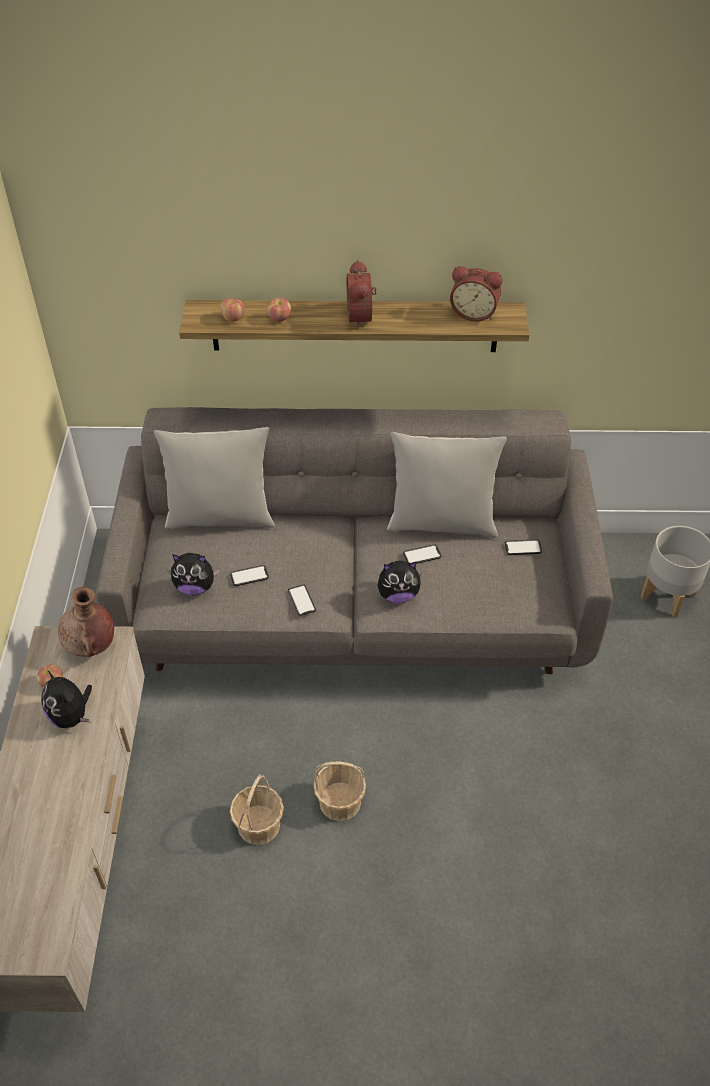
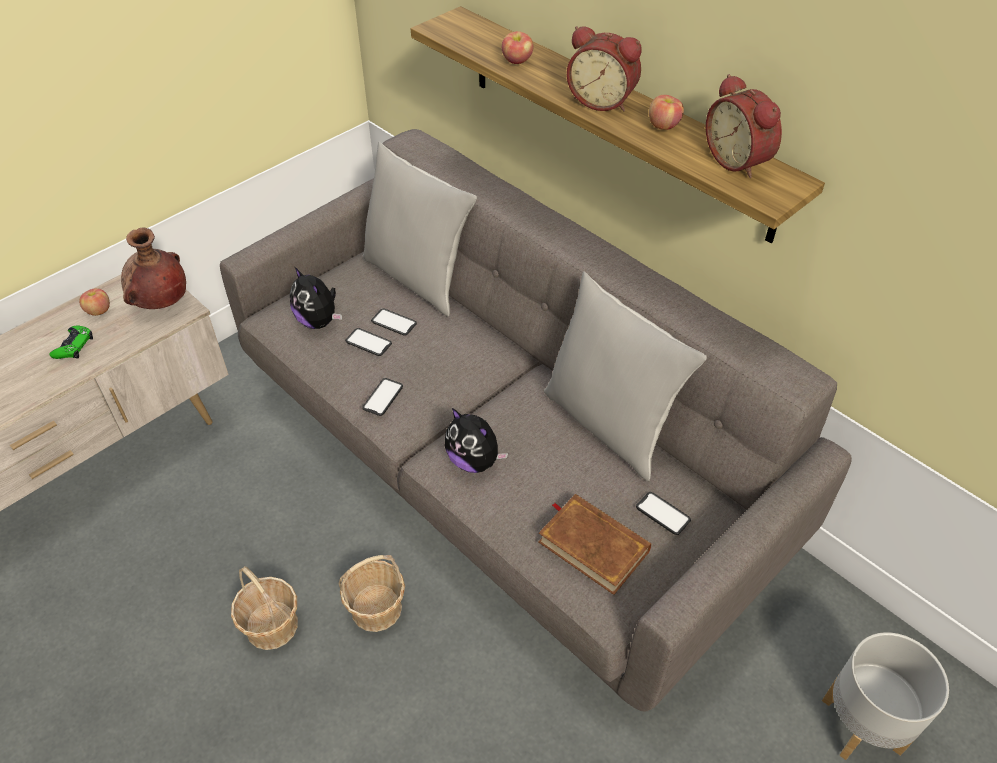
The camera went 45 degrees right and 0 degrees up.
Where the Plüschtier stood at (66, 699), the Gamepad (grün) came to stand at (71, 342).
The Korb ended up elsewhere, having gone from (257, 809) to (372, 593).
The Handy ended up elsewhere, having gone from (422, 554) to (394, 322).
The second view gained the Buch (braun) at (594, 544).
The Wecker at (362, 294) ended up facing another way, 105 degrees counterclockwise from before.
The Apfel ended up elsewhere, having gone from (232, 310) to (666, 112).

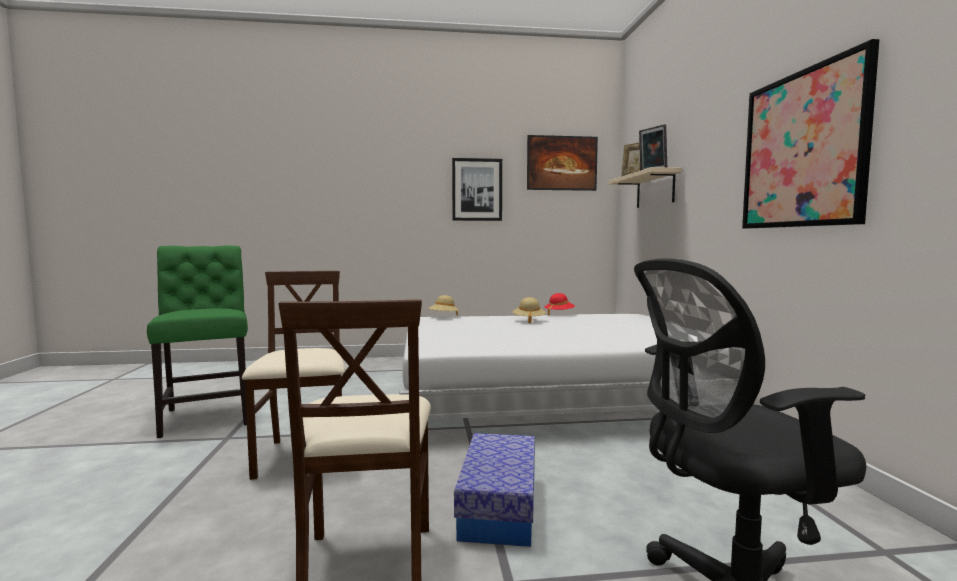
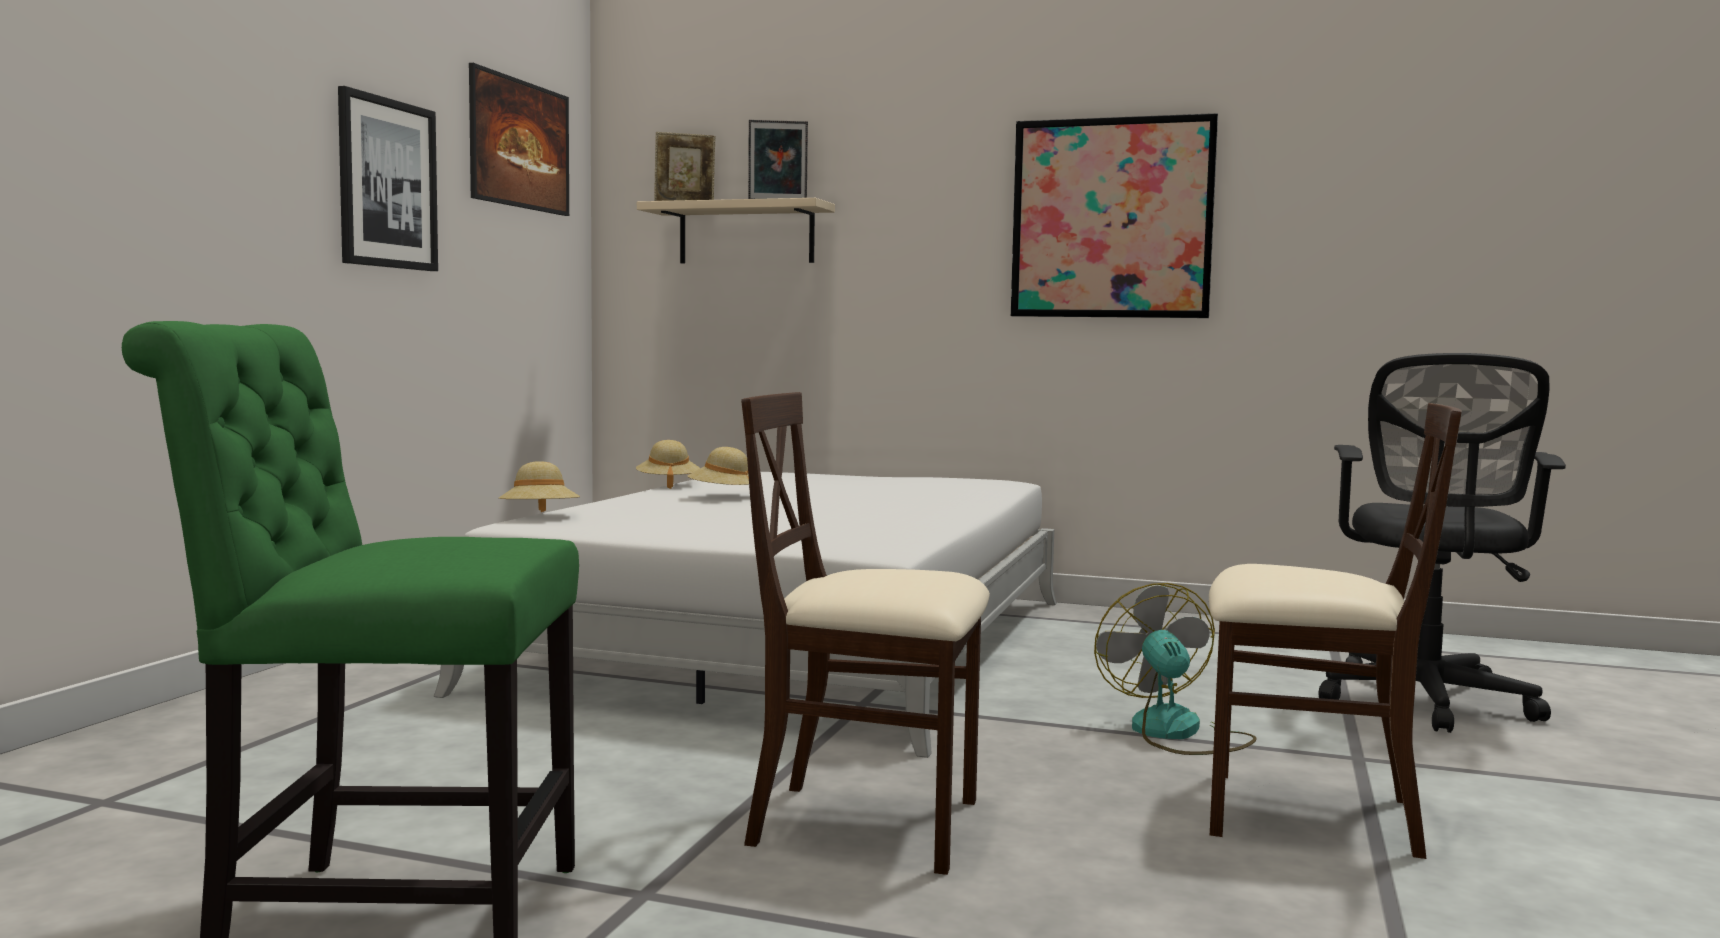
The camera went 65 degrees left and 0 degrees up.
What was the Hut (rot) at (559, 304) turned into the Hut (beige) at (668, 464).
Where the Aufbewahrungsbox stood at (494, 490), the Ventilator came to stand at (1175, 669).

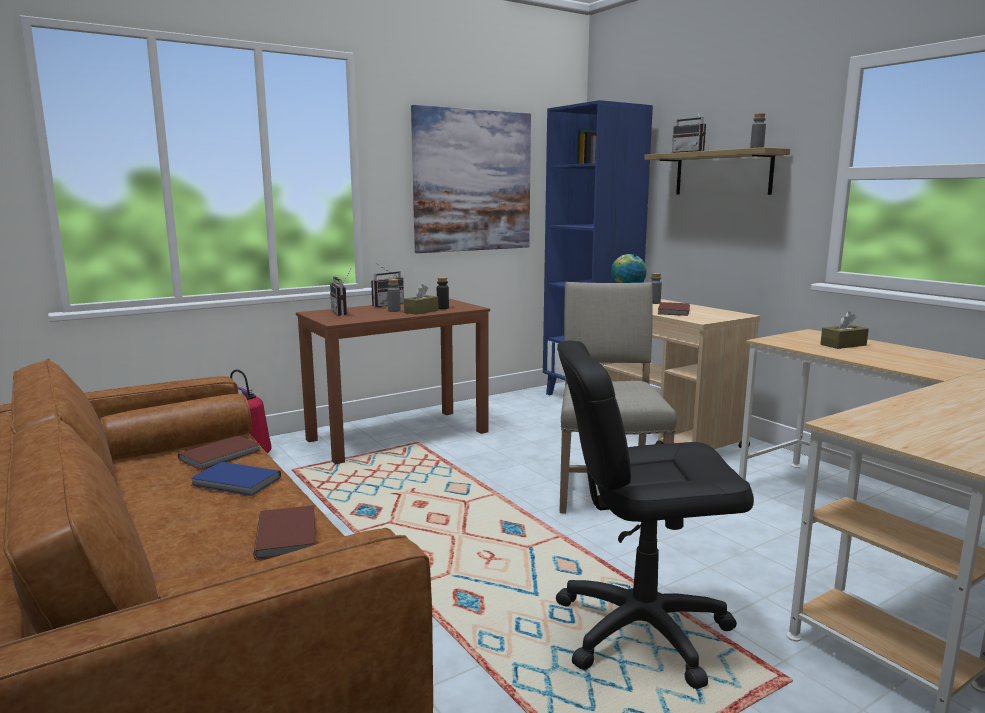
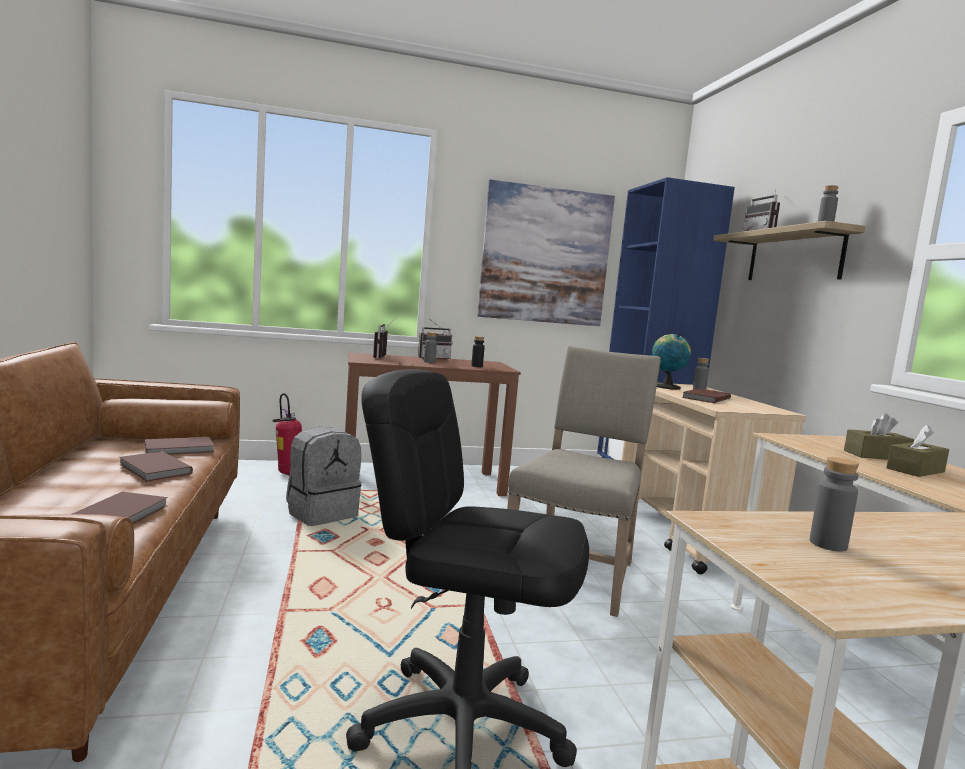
The camera went 20 degrees right and 5 degrees down.
What was the Buch (blau) at (236, 479) turned into the Buch (braun) at (156, 466).
The second view gained the Rucksack (grau) at (324, 476).
The second view gained the Flasche (grau) at (834, 504).
The Taschentuchbox (braun) ended up elsewhere, having gone from (421, 299) to (917, 450).

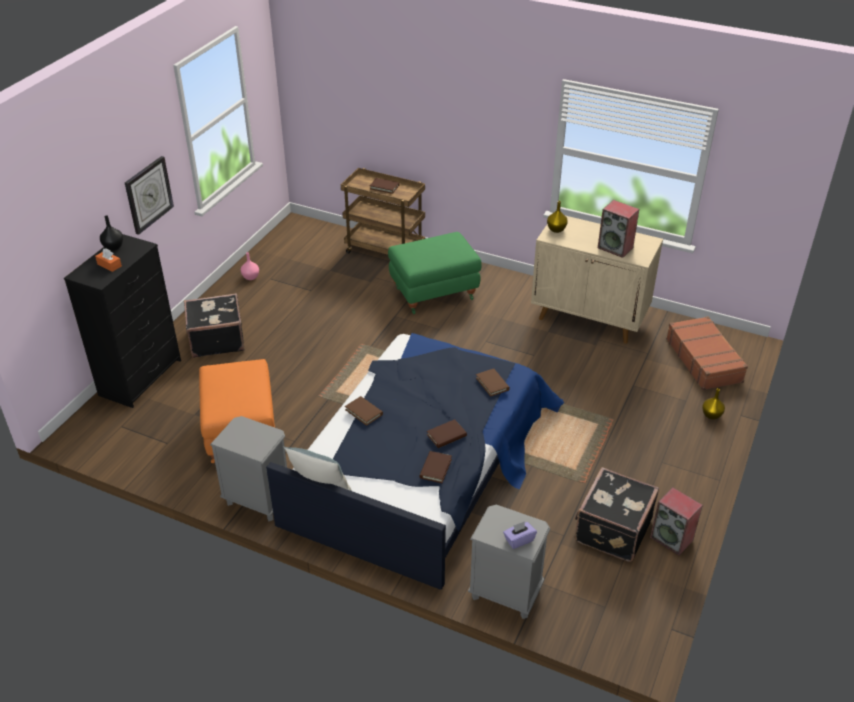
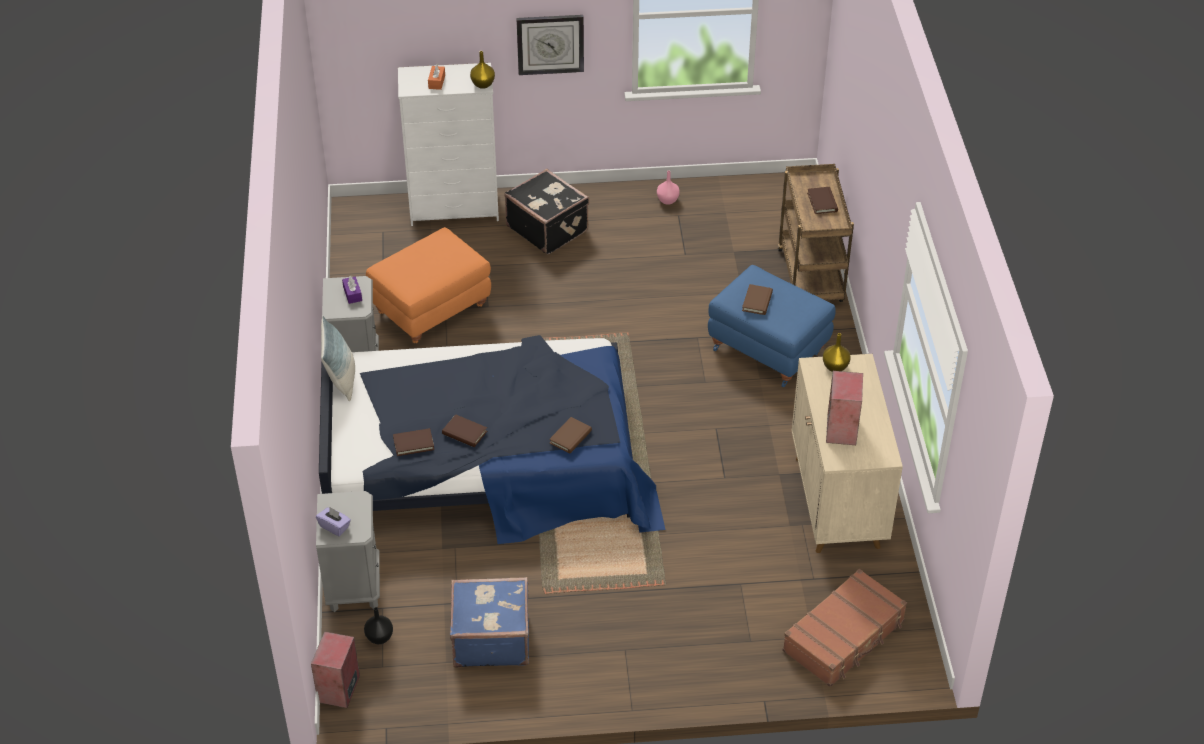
The camera went 60 degrees right and 5 degrees up.
The Lautsprecher ended up elsewhere, having gone from (676, 521) to (335, 669).
The second view gained the Taschentuchbox (lila) at (352, 290).
The Vase (schwarz) ended up elsewhere, having gone from (111, 233) to (378, 625).
What was the Kommode (schwarz) at (122, 321) turned into the Kommode (weiß) at (448, 144).
What was the Koffer (schwarz) at (617, 514) turned into the Koffer (blau) at (489, 622).
The Vase (gelb) ended up elsewhere, having gone from (713, 404) to (482, 70).
What was the Polsterhocker (grün) at (435, 273) turned into the Polsterhocker (blau) at (772, 326).
The Buch (braun) ended up elsewhere, having gone from (364, 411) to (757, 299).

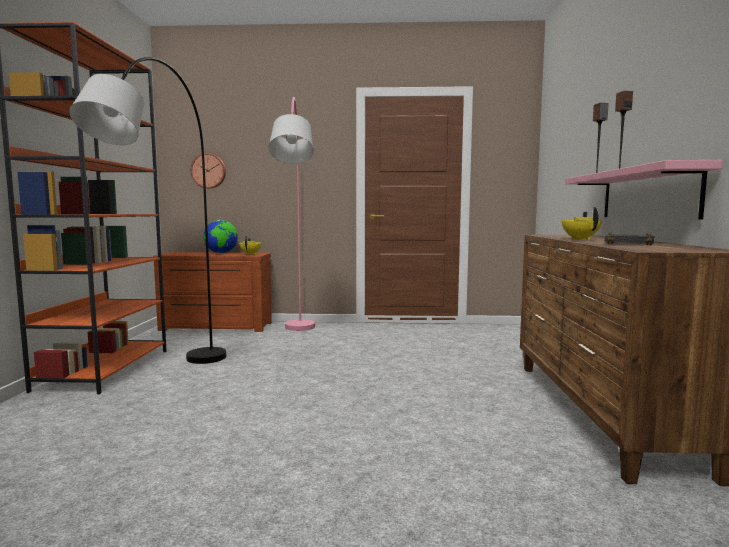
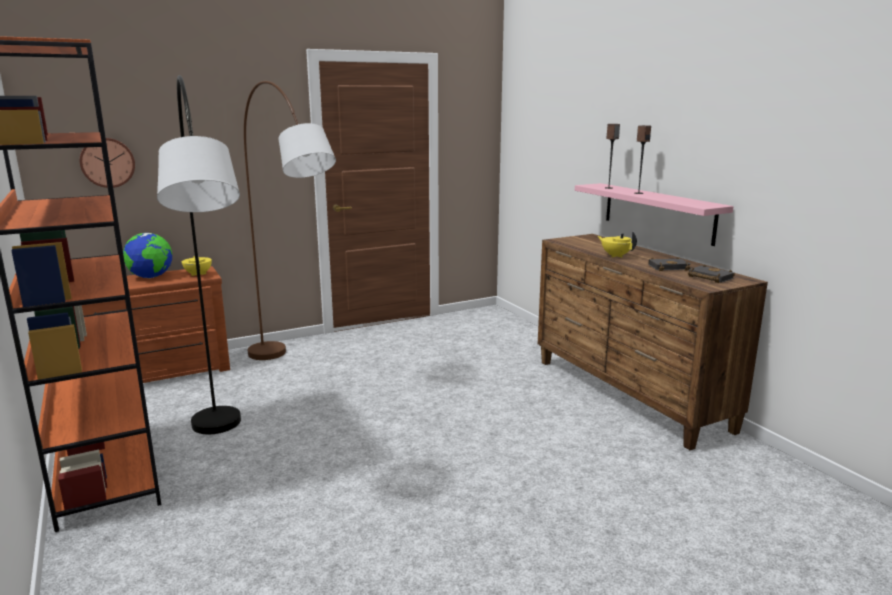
The camera went 30 degrees left and 10 degrees up.
What was the Stehlampe (rosa) at (291, 214) turned into the Stehlampe (braun) at (290, 220).
The second view gained the Buch (schwarz) at (711, 273).

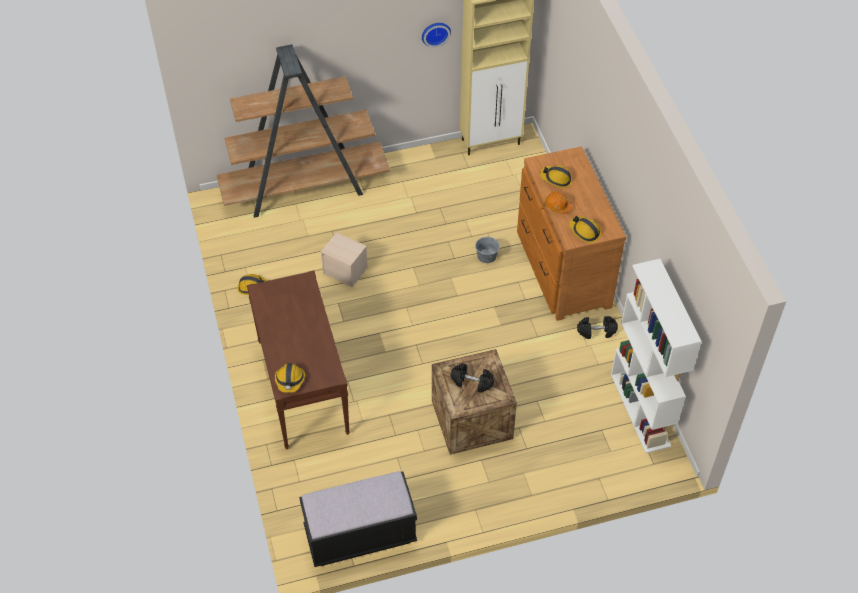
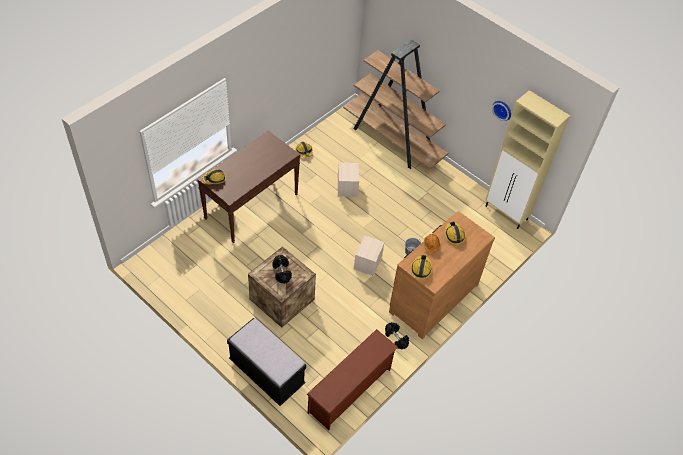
The camera went 55 degrees right and 0 degrees up.
The Bank (schwarz) ended up elsewhere, having gone from (358, 519) to (266, 362).
Where the Bücherregal (weiß) stood at (656, 356), the Schuhregal (braun) came to stand at (352, 379).
The second view gained the Aufbewahrungsbox (beige) at (369, 255).

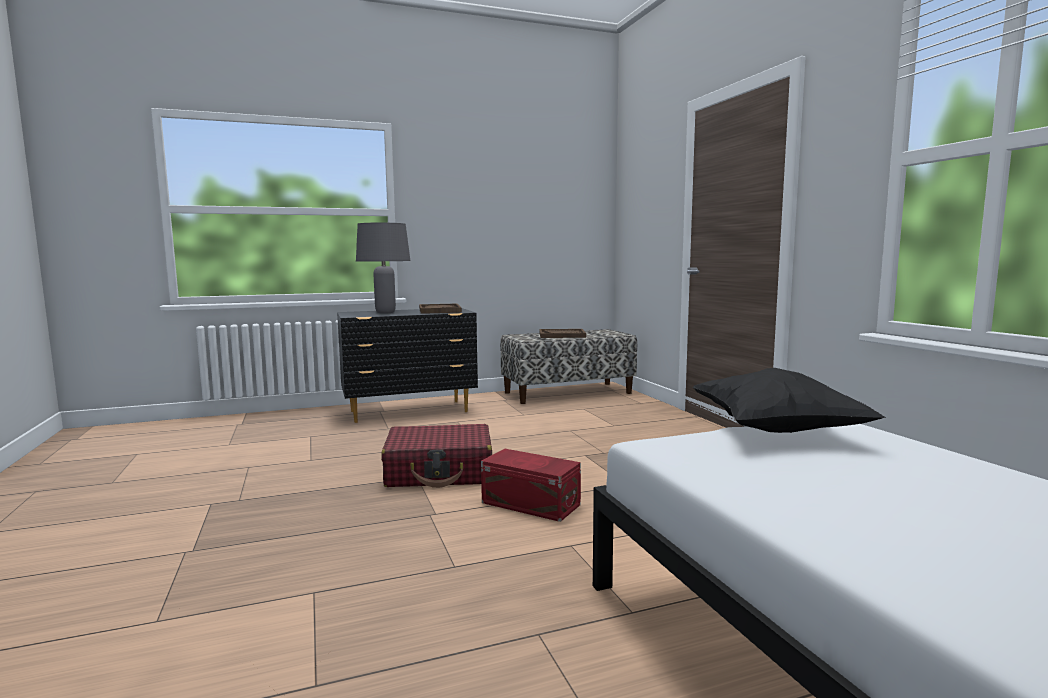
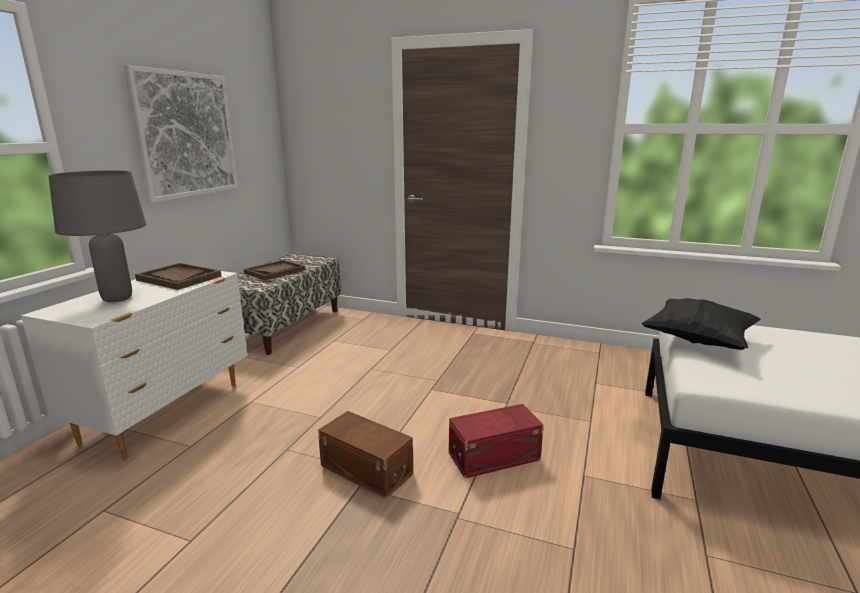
The camera went 50 degrees left and 10 degrees up.
What was the Kommode (schwarz) at (407, 365) turned into the Kommode (weiß) at (134, 365).
The second view gained the Bild at (180, 134).
Where the Koffer (rot) stood at (436, 456), the Aufbewahrungsbox (braun) came to stand at (365, 455).

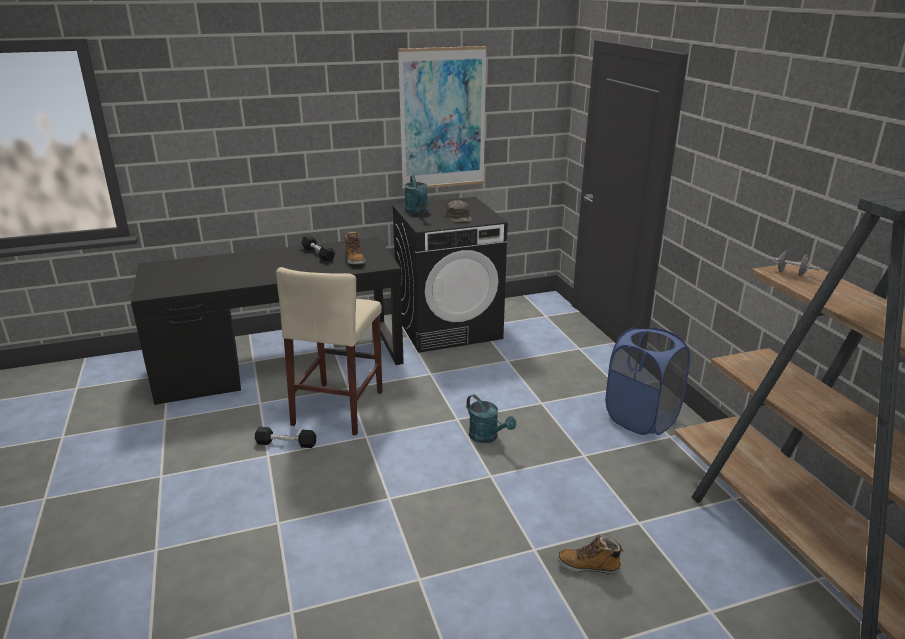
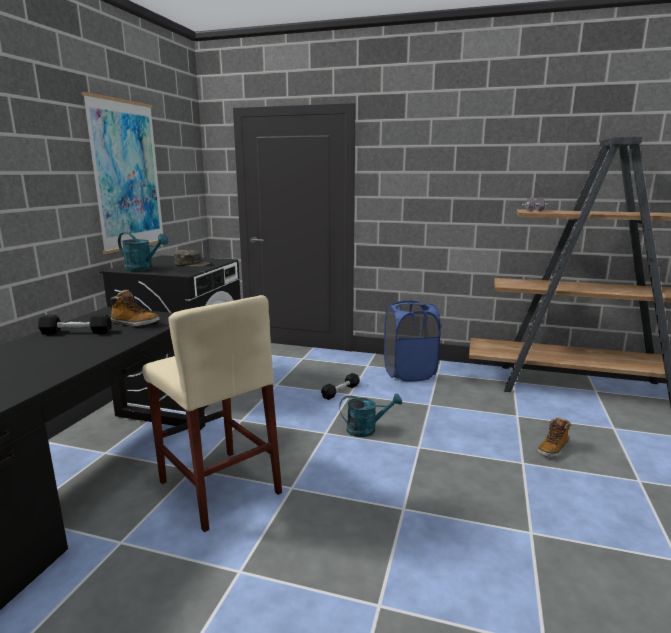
The camera went 55 degrees left and 10 degrees down.
The Hantel (schwarz) ended up elsewhere, having gone from (285, 437) to (340, 386).

